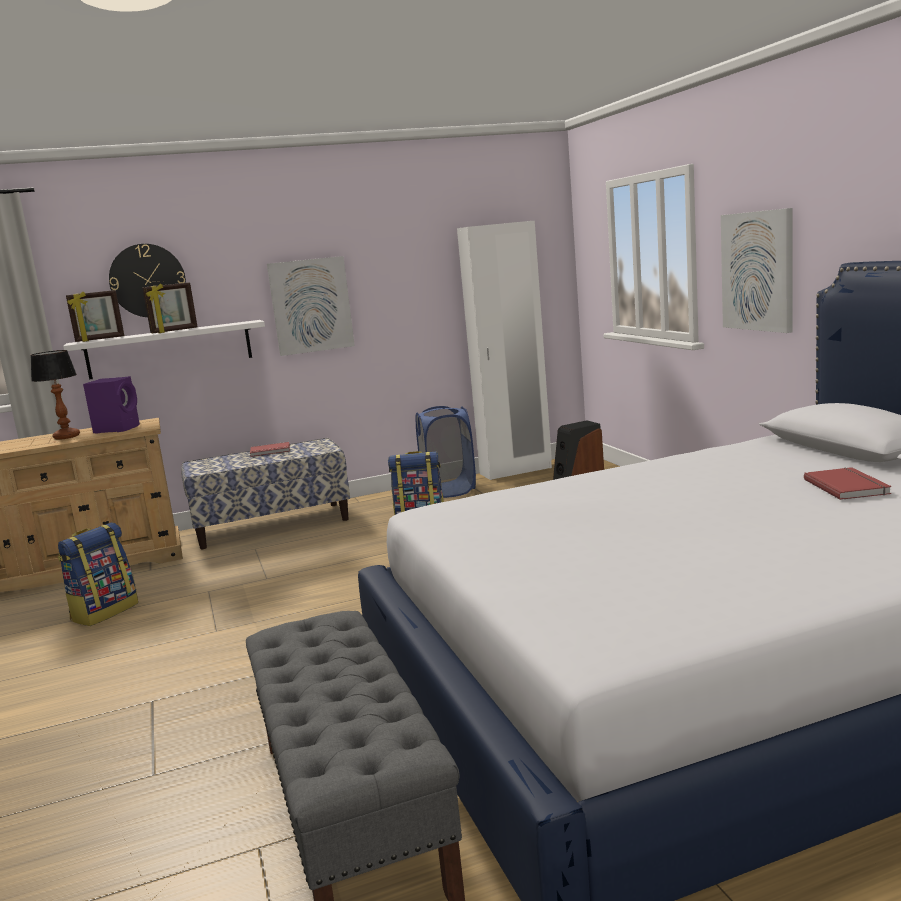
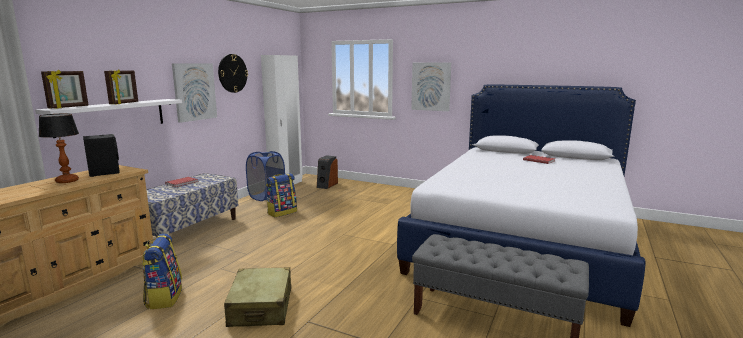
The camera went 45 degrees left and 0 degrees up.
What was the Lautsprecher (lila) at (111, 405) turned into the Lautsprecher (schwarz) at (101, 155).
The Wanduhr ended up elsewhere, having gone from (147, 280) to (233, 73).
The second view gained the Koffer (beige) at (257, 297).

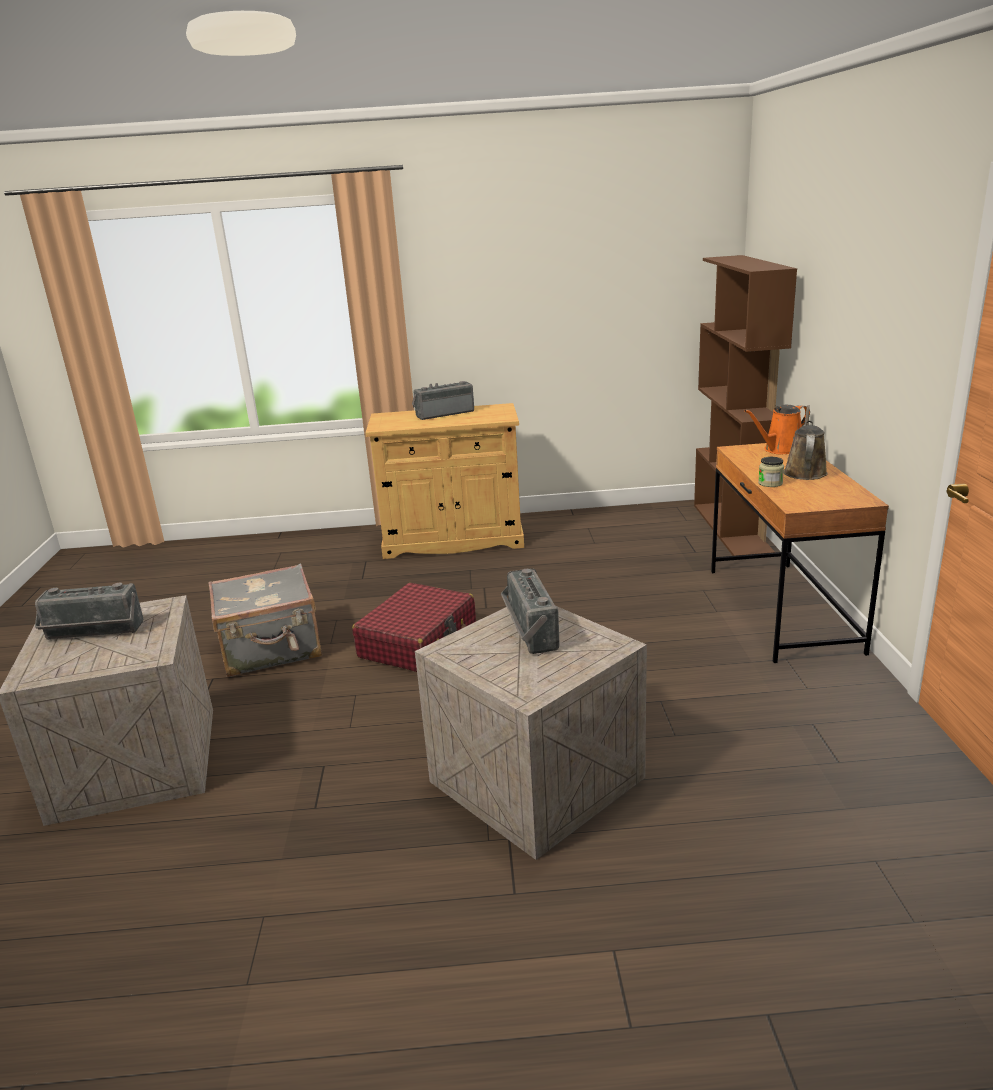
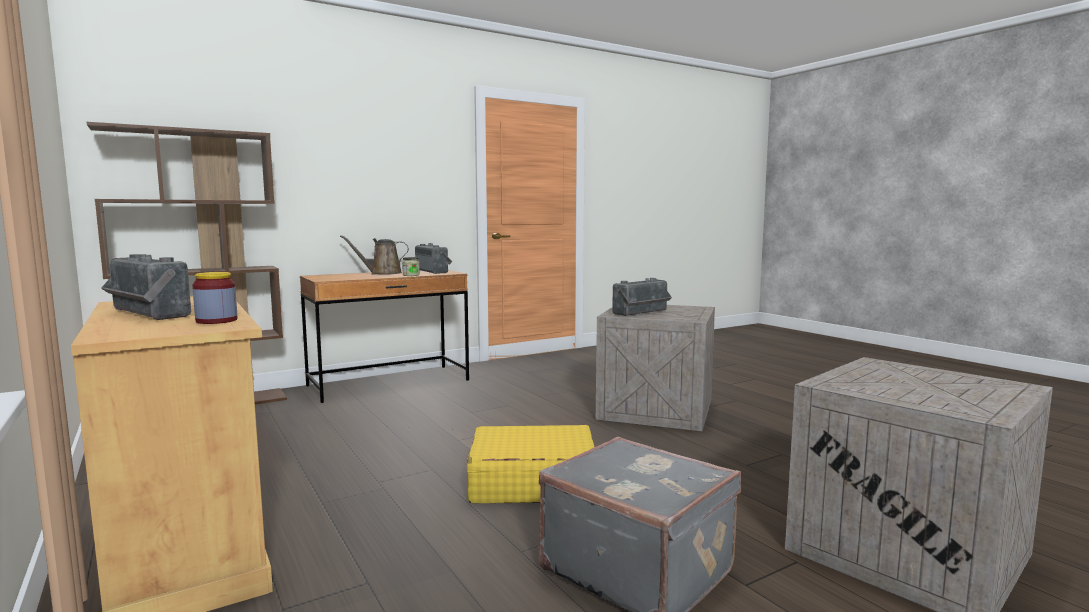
The camera went 120 degrees left and 15 degrees down.
The second view gained the Vorratsglas at (215, 298).
The Radio ended up elsewhere, having gone from (89, 611) to (433, 258).
What was the Koffer (rot) at (414, 627) turned into the Koffer (gelb) at (530, 464).
The second view lost the Gießkanne (orange) at (777, 430).

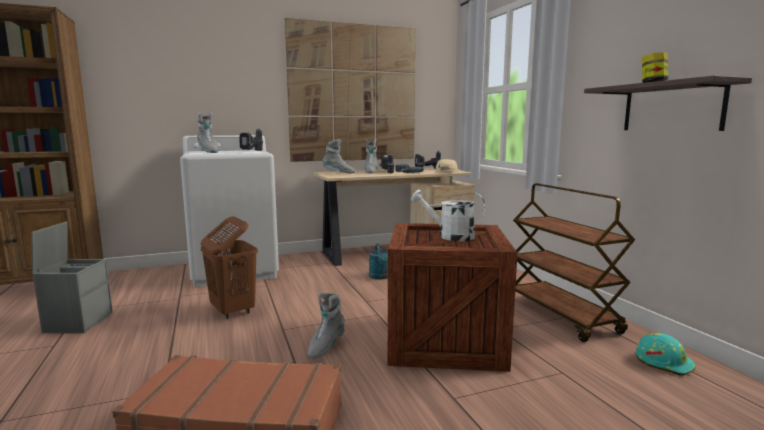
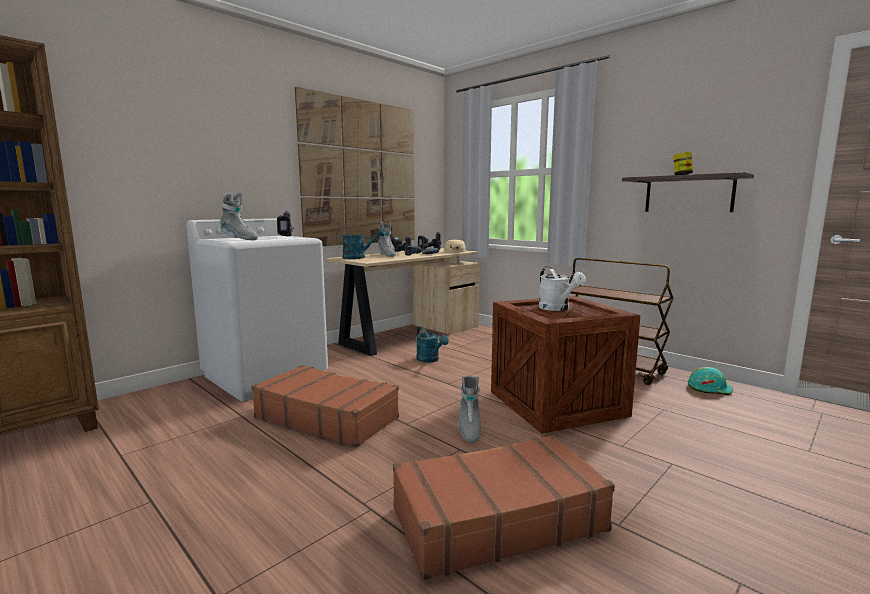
The camera went 25 degrees left and 0 degrees up.
Where the Wäschekorb (braun) stood at (229, 267), the Koffer (braun) came to stand at (325, 406).
Where the Stiefel (grau) stood at (338, 156), the Gießkanne (türkis) came to stand at (360, 243).
The Gießkanne (weiß) at (448, 215) ended up facing another way, 105 degrees counterclockwise from before.
The second view lost the Aufbewahrungsbox (grau) at (72, 277).

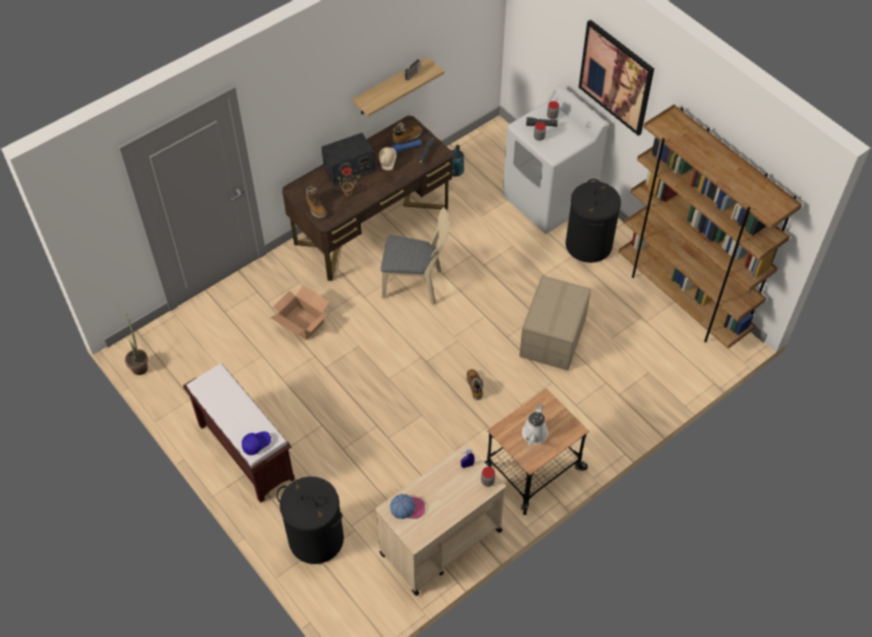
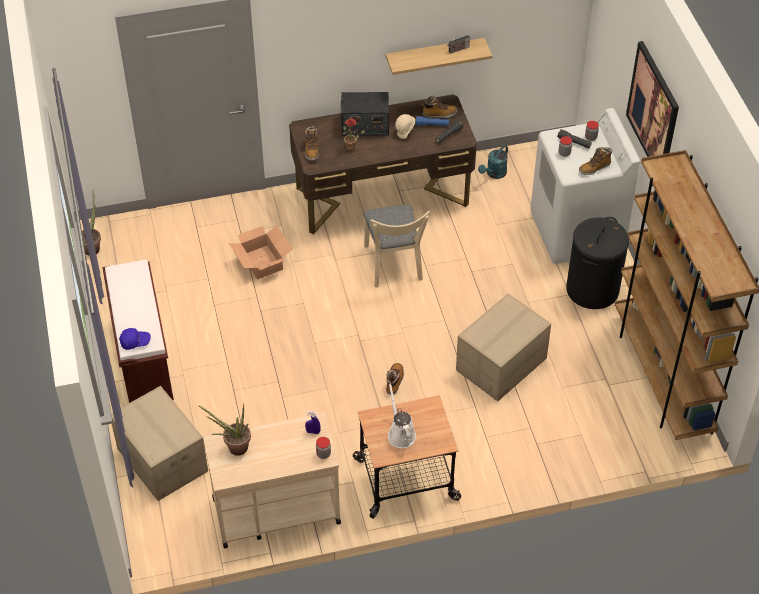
The camera went 25 degrees right and 5 degrees down.
Where the Wäschekorb (schwarz) stood at (310, 520), the Karton came to stand at (159, 443).
Where the Kappe stood at (407, 506), the Topfpflanze came to stand at (224, 430).
The Stuhl (beige) at (415, 256) ended up facing another way, 45 degrees clockwise from before.
The Gießkanne (weiß) at (535, 426) ended up facing another way, 120 degrees clockwise from before.
The second view gained the Stiefel at (595, 161).

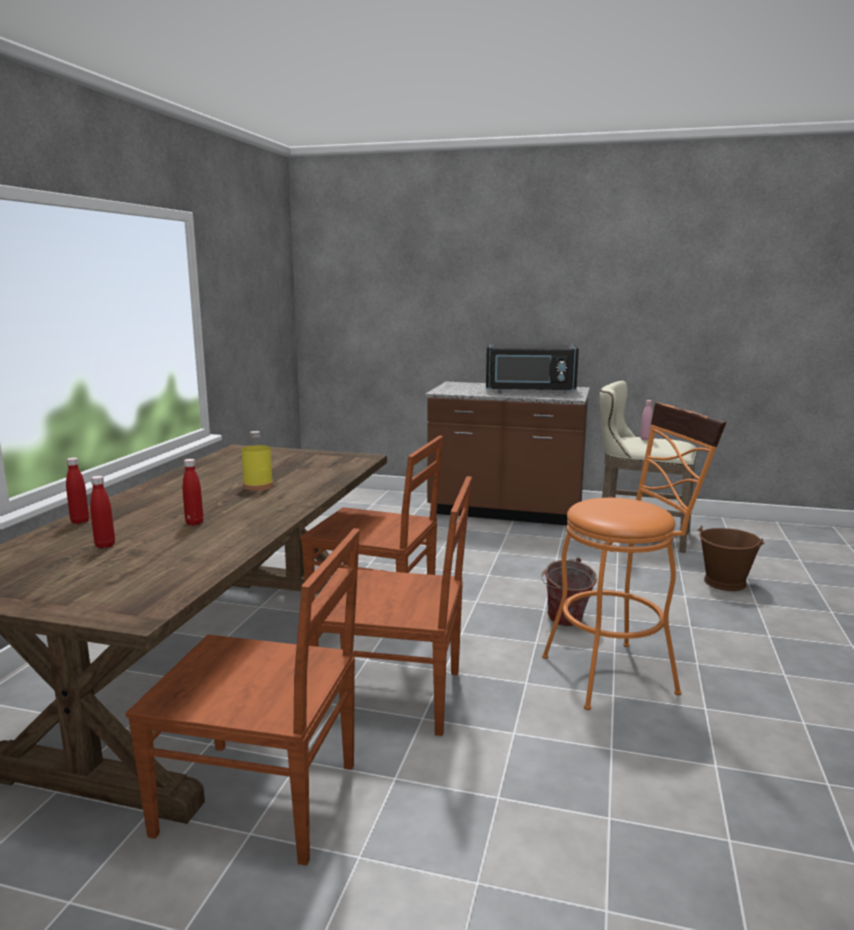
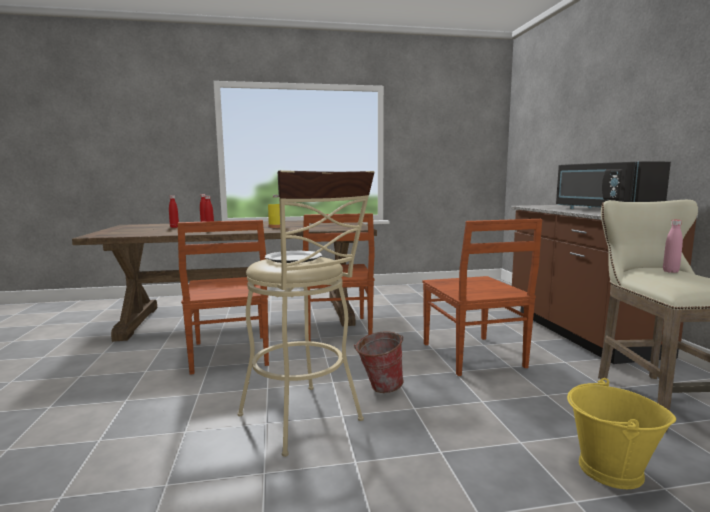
The camera went 65 degrees right and 5 degrees down.
What was the Hocker (orange) at (634, 556) turned into the Hocker (beige) at (305, 313).
The second view gained the Teller at (294, 257).
The Stuhl (braun) ended up elsewhere, having gone from (243, 697) to (482, 297).
What was the Eimer (braun) at (731, 558) turned into the Eimer (gelb) at (621, 433).

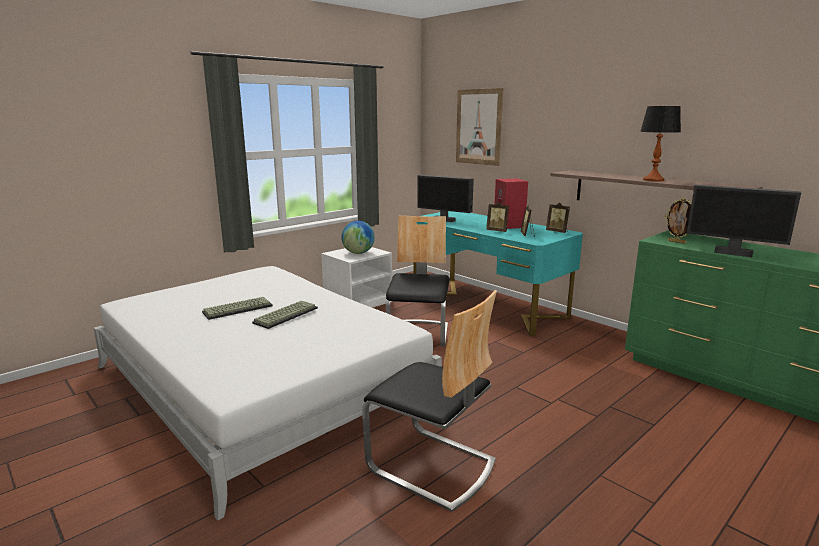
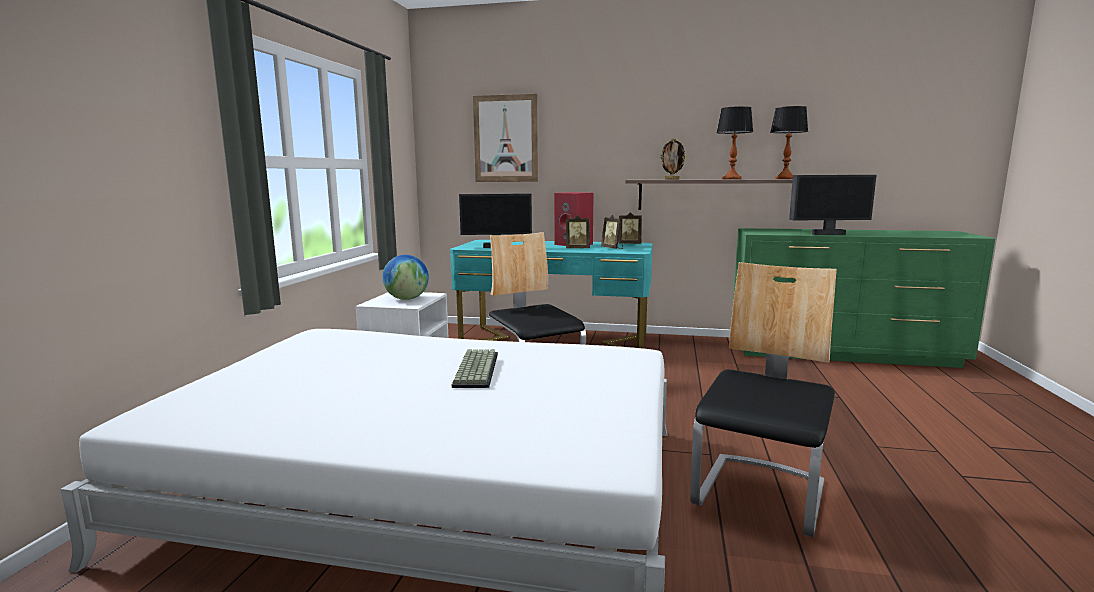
The camera went 35 degrees left and 5 degrees down.
The Bilderrahmen ended up elsewhere, having gone from (678, 221) to (673, 158).
The Stuhl at (429, 401) ended up facing another way, 60 degrees counterclockwise from before.
The second view gained the Tischlampe at (789, 142).
The second view lost the Tastatur at (237, 308).

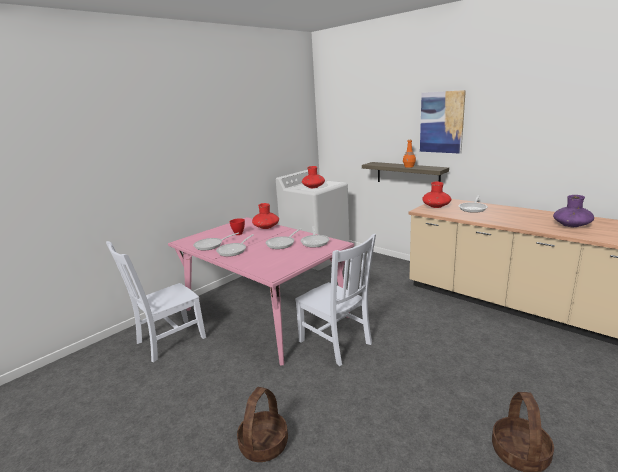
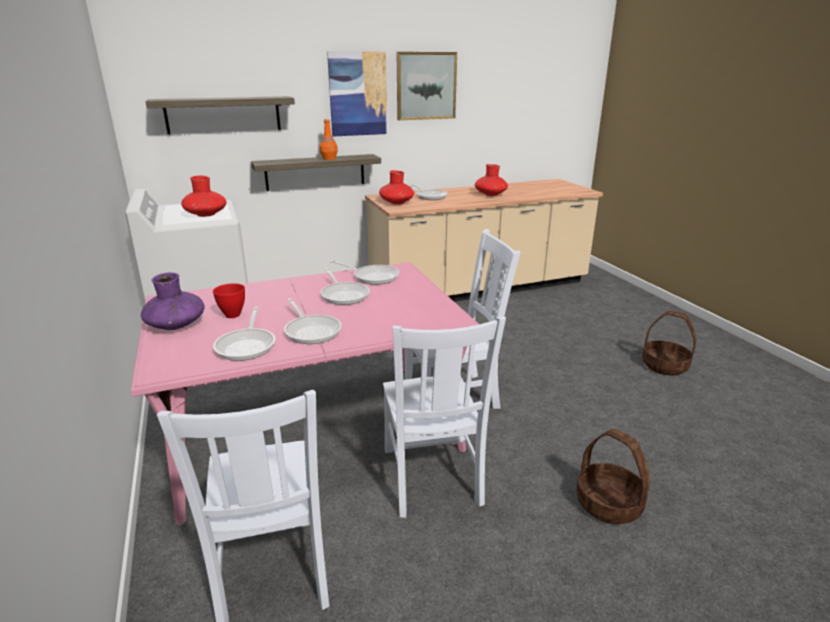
The camera went 65 degrees left and 5 degrees up.
The Vase (lila) ended up elsewhere, having gone from (573, 211) to (173, 301).
The second view gained the Wandregal at (220, 115).
The second view gained the Stuhl (weiß) at (444, 417).
The second view gained the Bild at (426, 86).
The Vase (rot) ended up elsewhere, having gone from (265, 216) to (491, 180).

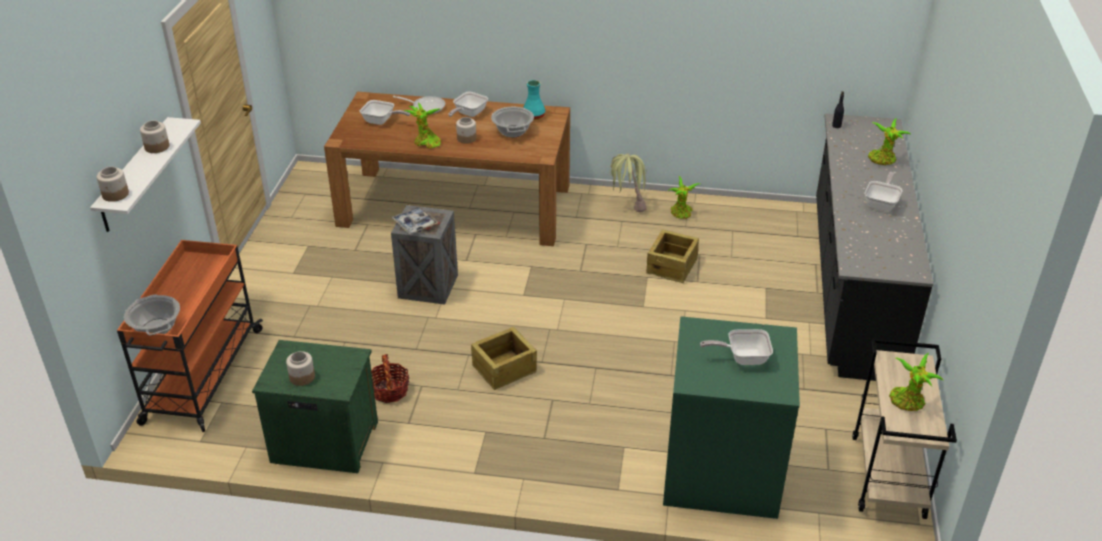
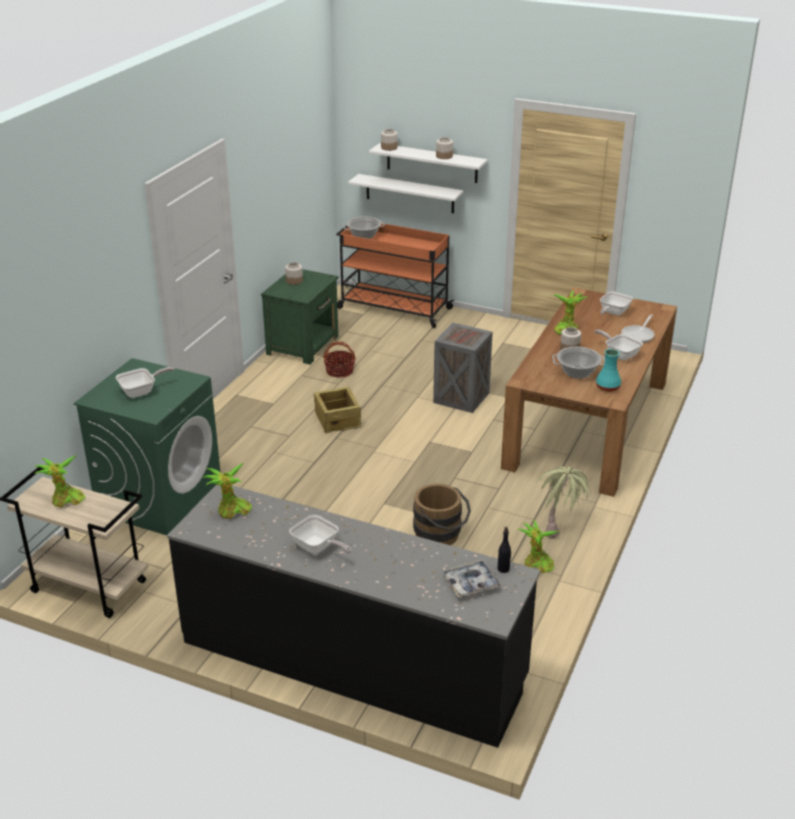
The camera went 105 degrees right and 5 degrees down.
The Pfanne at (736, 347) ended up facing another way, 45 degrees clockwise from before.
The Topfpflanze ended up elsewhere, having gone from (889, 141) to (227, 490).
The second view gained the Wandregal (weiß) at (405, 193).
Where the Kiste stood at (672, 256), the Eimer (braun) came to stand at (442, 514).
The Tablett ended up elsewhere, having gone from (415, 220) to (472, 578).

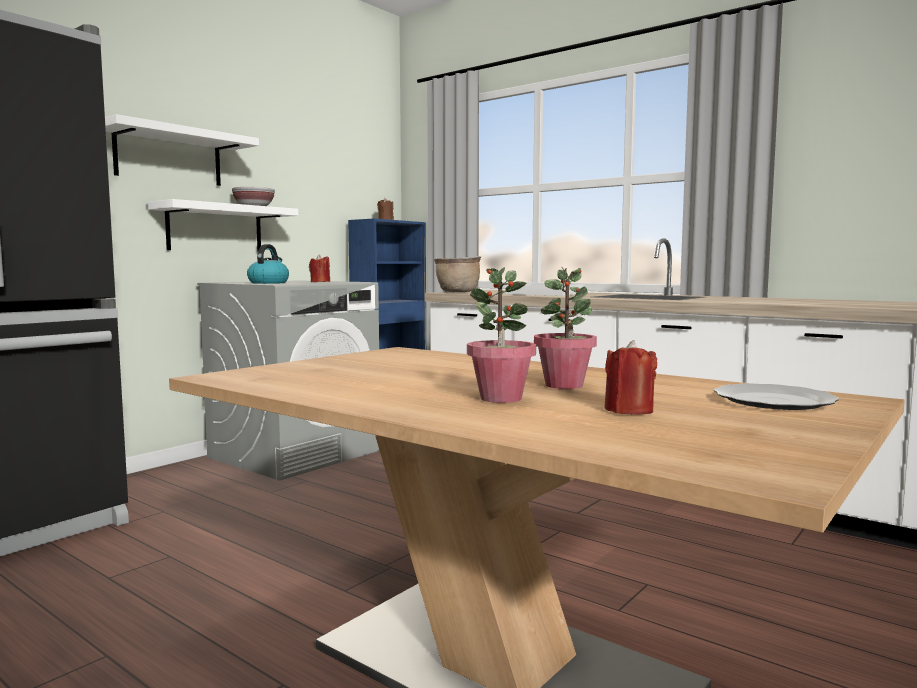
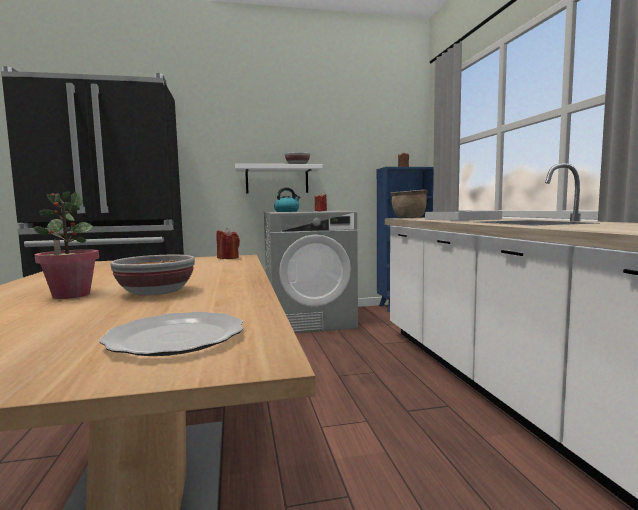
The camera went 40 degrees right and 0 degrees up.
Where the Topfpflanze stood at (565, 328), the Schüssel came to stand at (152, 275).
The Kerze (rot) ended up elsewhere, having gone from (630, 377) to (228, 243).
The second view lost the Wandregal (weiß) at (182, 150).

